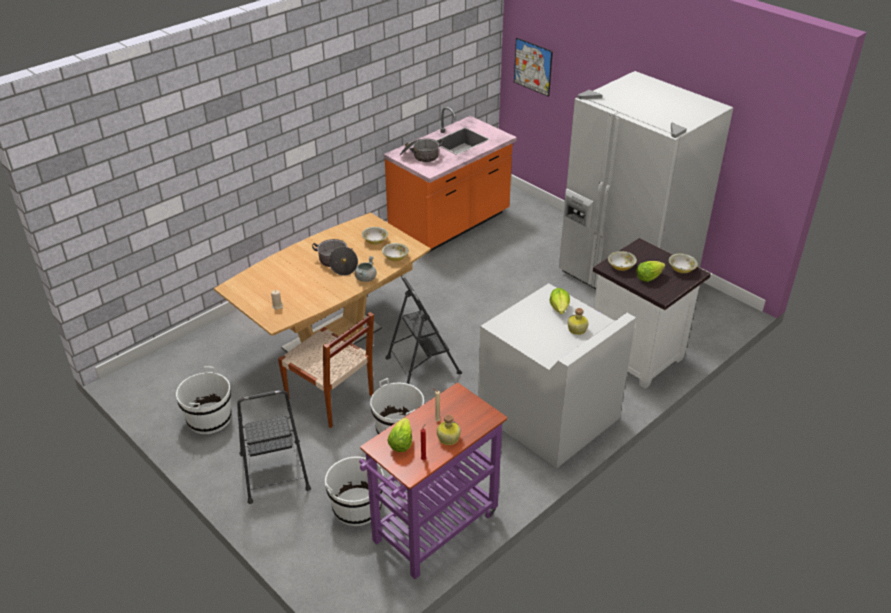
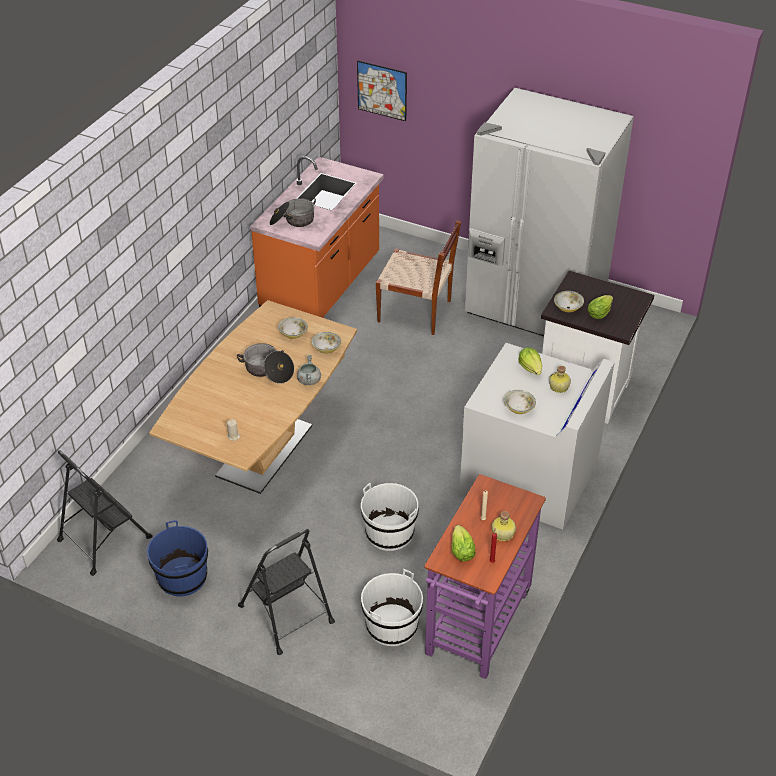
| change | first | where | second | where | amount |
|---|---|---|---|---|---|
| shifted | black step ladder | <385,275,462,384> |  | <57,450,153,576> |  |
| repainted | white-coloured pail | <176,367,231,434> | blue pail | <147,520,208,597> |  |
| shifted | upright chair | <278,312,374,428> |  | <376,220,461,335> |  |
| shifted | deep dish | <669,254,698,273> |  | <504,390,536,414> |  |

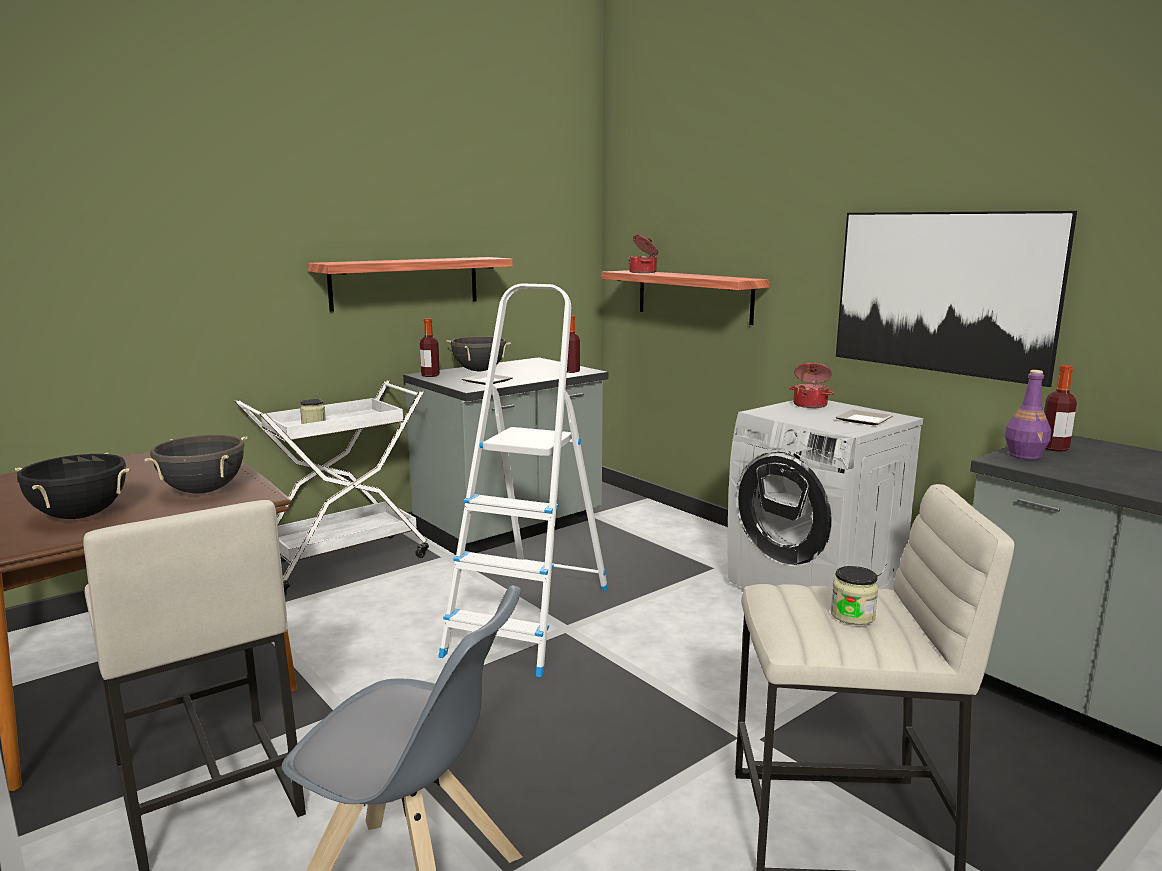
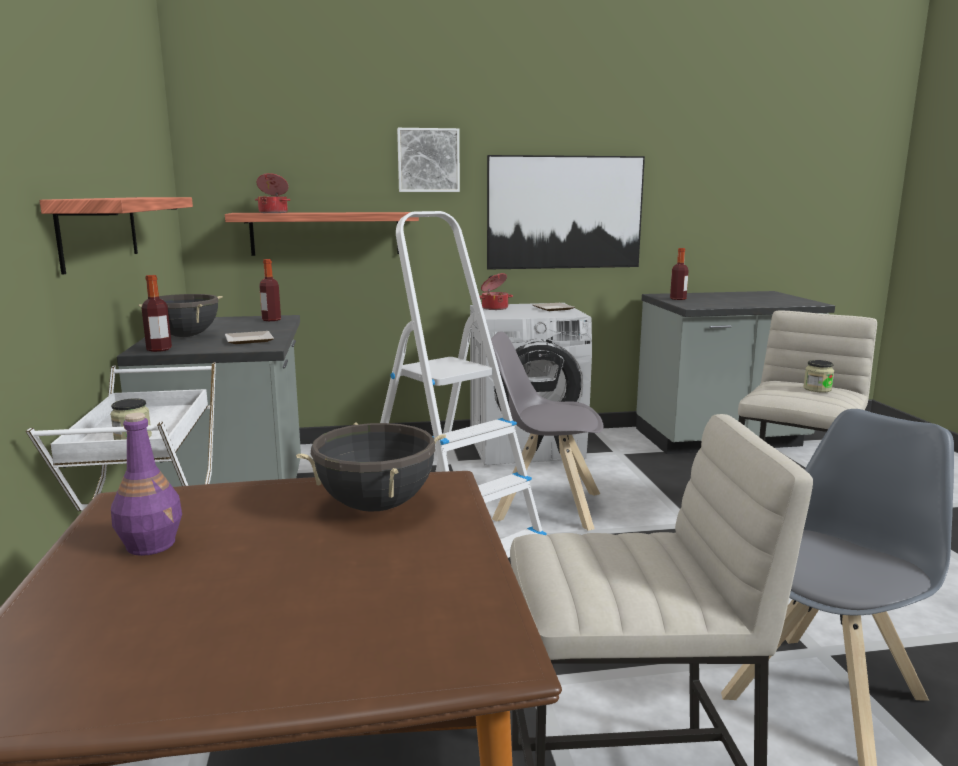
| change | first | where | second | where | amount |
|---|---|---|---|---|---|
| shifted | purplish beverage bottle | <1004,370,1051,460> |  | <111,413,182,556> |  |
| new |  |  | wall art | <397,128,460,192> |  |
| new |  |  | gray upright chair | <491,331,604,531> |  |
| gone | black cooking pot | <15,452,131,519> |  |  |  |

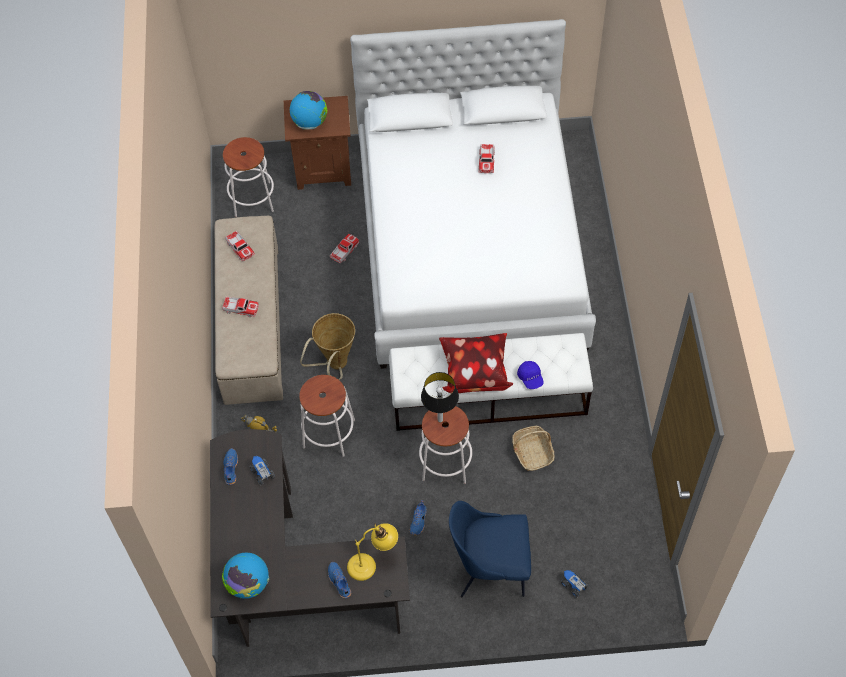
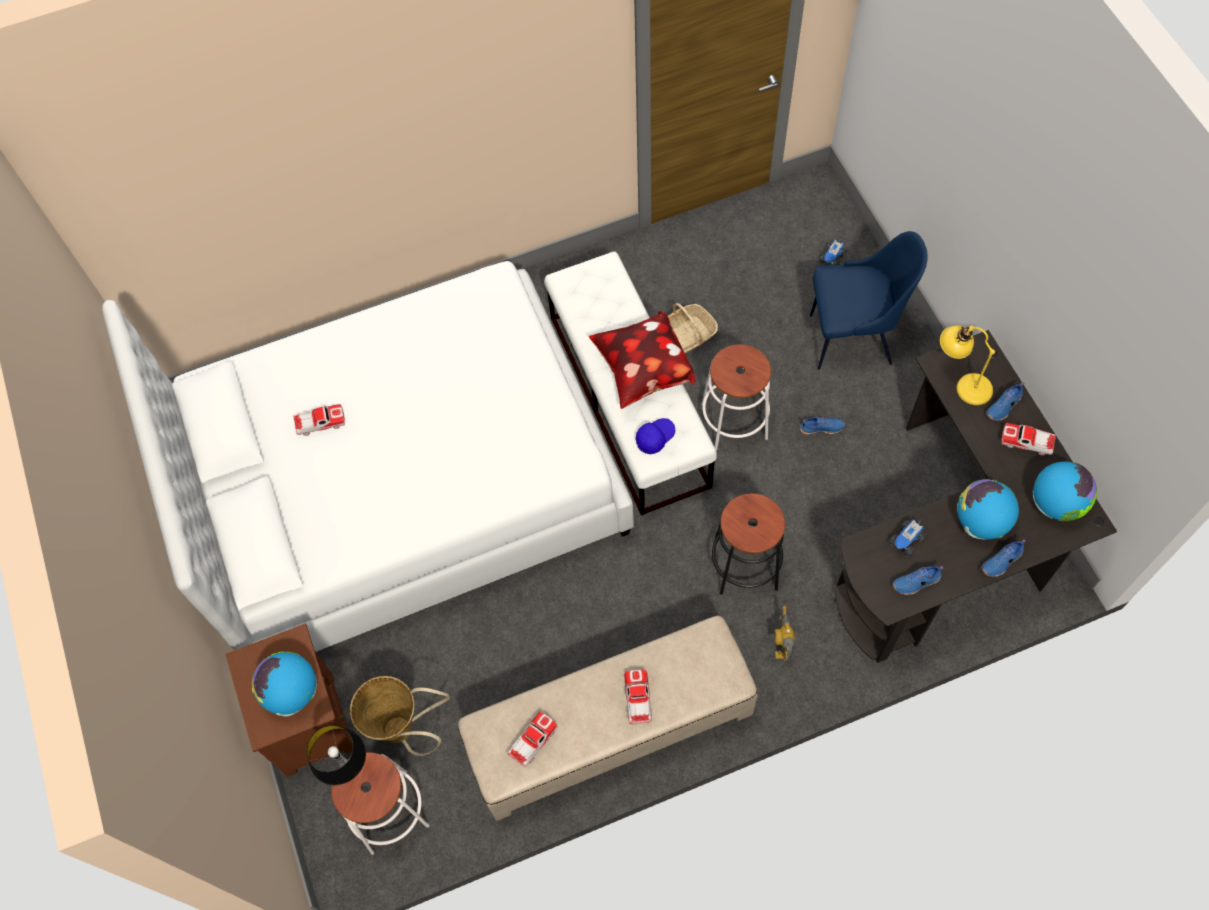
| change | first | where | second | where | amount |
|---|---|---|---|---|---|
| shifted | tabletop lamp | <421,372,459,423> |  | <306,725,366,785> |  |
| shifted | household basket | <300,313,355,380> |  | <350,676,450,756> |  |
| shifted | blue cap | <517,361,544,389> |  | <636,418,675,454> |  |
| repainted | white-coloured stool | <299,375,355,457> | black stool | <712,493,785,595> |  |
| rotated | blue upright chair | <449,501,531,598> |  | <810,231,927,370> | 75 degrees counterclockwise |
| new |  |  | desk globe | <957,479,1019,540> |  |
| new |  |  | blue item of footwear | <981,539,1026,577> |  |
| shifted | miniature car | <330,234,359,263> |  | <1002,423,1056,456> |  |

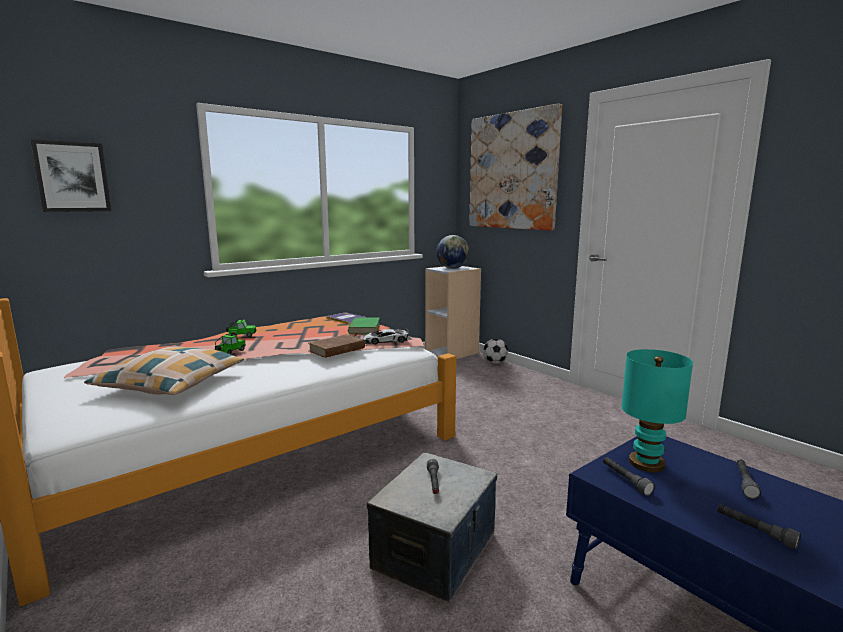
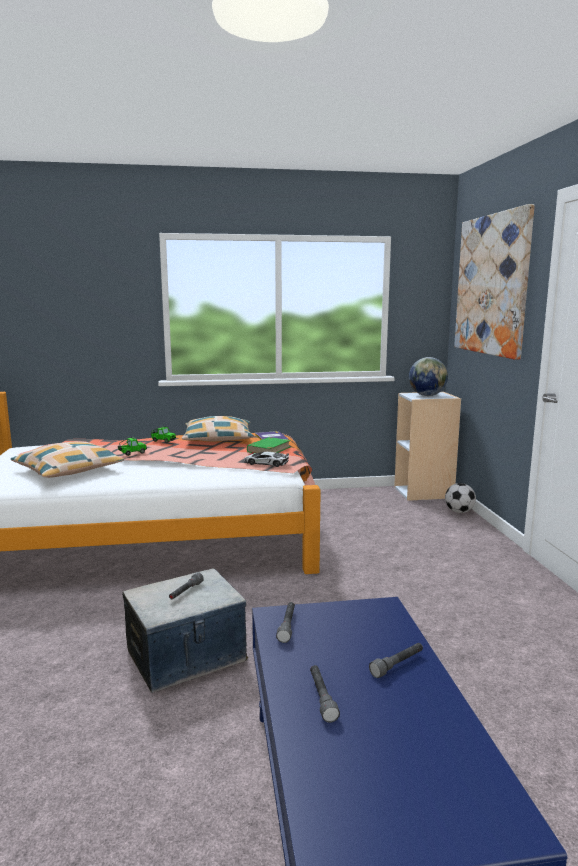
| change | first | where | second | where | amount |
|---|---|---|---|---|---|
| new |  |  | throw pillow | <182,416,254,441> |  |
| gone | wall art | <31,139,111,212> |  |  |  |
| gone | brown-coloured volume | <309,334,367,358> |  |  |  |
| gone | turquoise tabletop lamp | <621,349,693,472> |  |  |  |

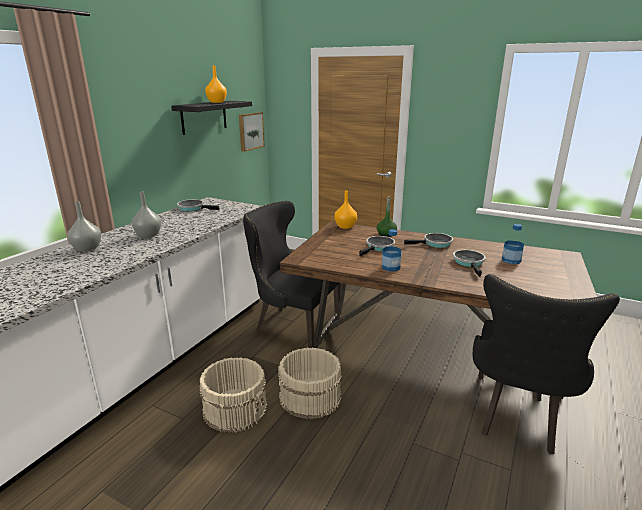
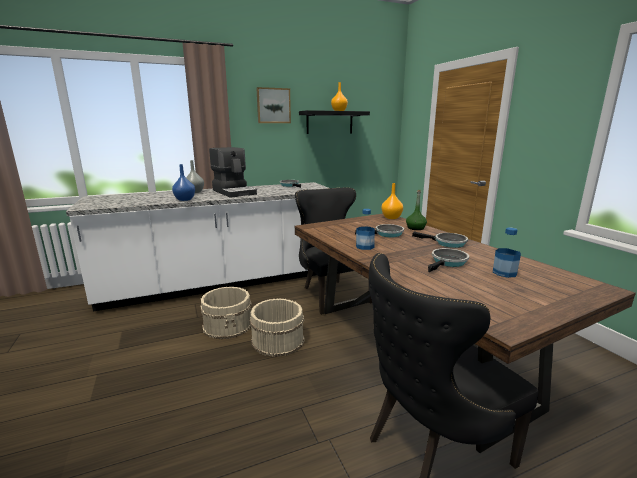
| change | first | where | second | where | amount |
|---|---|---|---|---|---|
| new |  |  | blue decorative vase | <172,164,195,201> |  |
| swapped | gray decorative vase | <132,191,161,238> | coffee brewer | <209,147,257,198> |  |
| shifted | wall art | <239,112,265,152> |  | <256,87,291,123> |  |

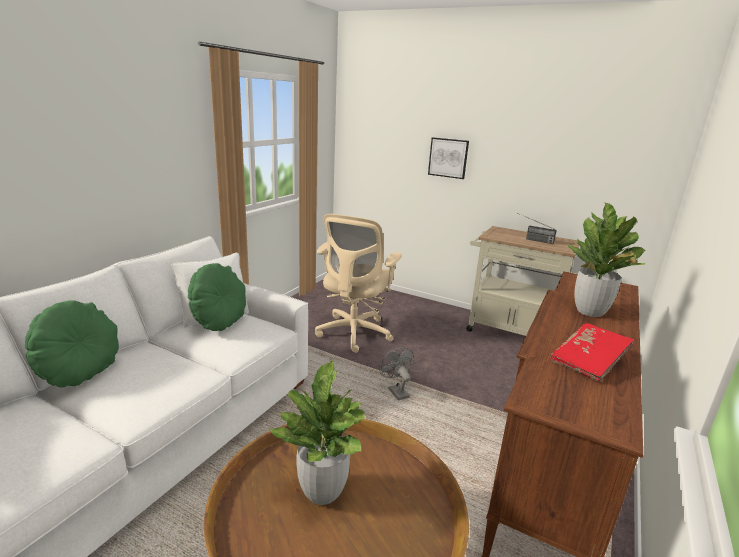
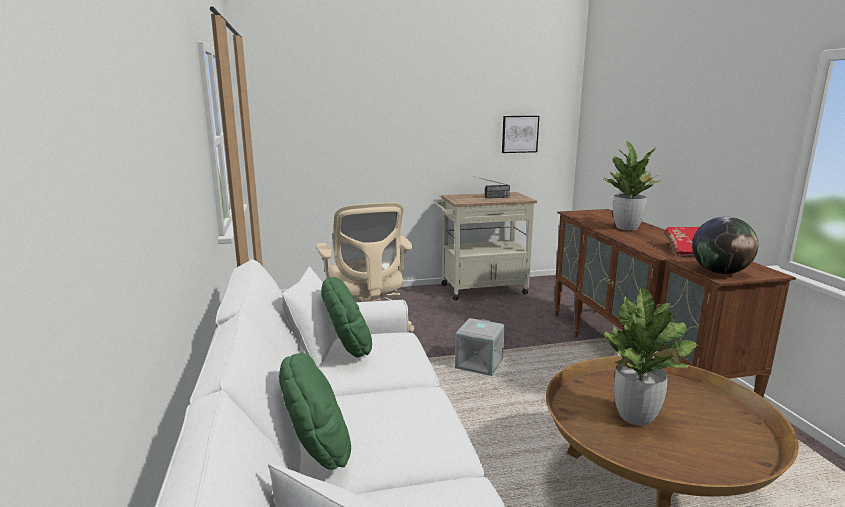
| change | first | where | second | where | amount |
|---|---|---|---|---|---|
| swapped | gray fan | <379,347,414,400> | gray storage bin | <455,318,505,376> |  |
| shifted | wall art | <428,137,469,179> |  | <502,116,539,153> |  |
| new |  |  | desk globe | <692,217,758,274> |  |

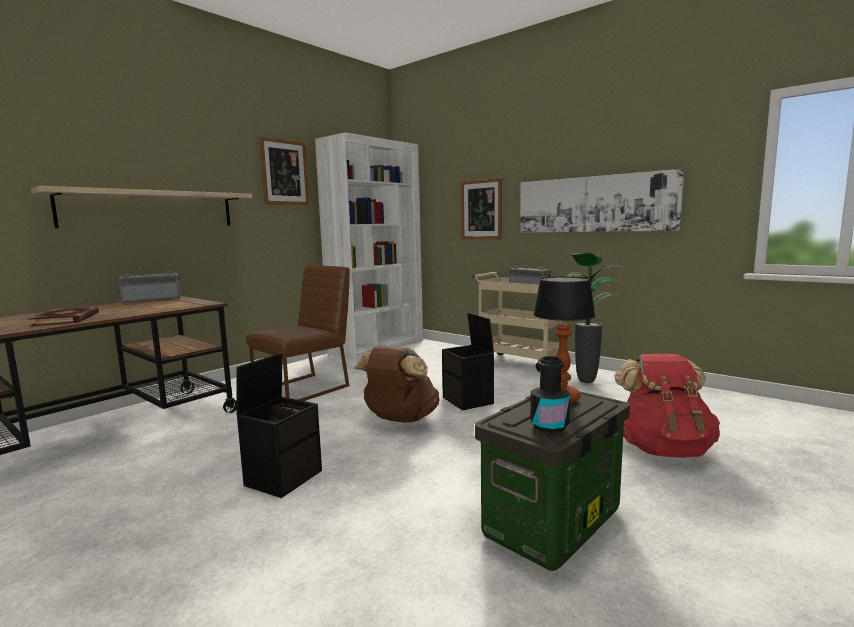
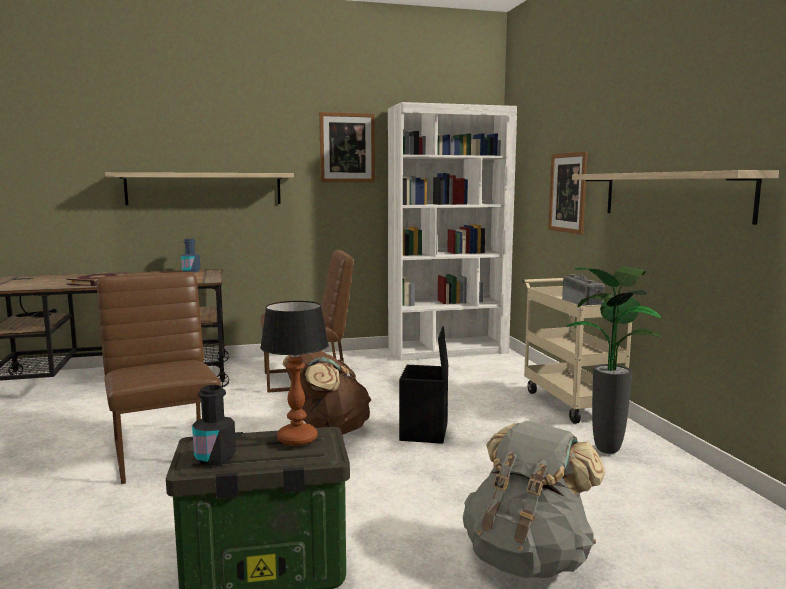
| change | first | where | second | where | amount |
|---|---|---|---|---|---|
| swapped | black storage bin | <236,352,322,498> | brown-coloured upright chair | <97,272,221,484> |  |
| swapped | radio set | <117,272,181,304> | blue beverage bottle | <181,239,200,272> |  |
| repainted | red rucksack | <615,354,720,458> | gray rucksack | <463,421,605,579> |  |
| swapped | wall art | <520,169,685,233> | bracket shelf | <572,170,779,225> |  |

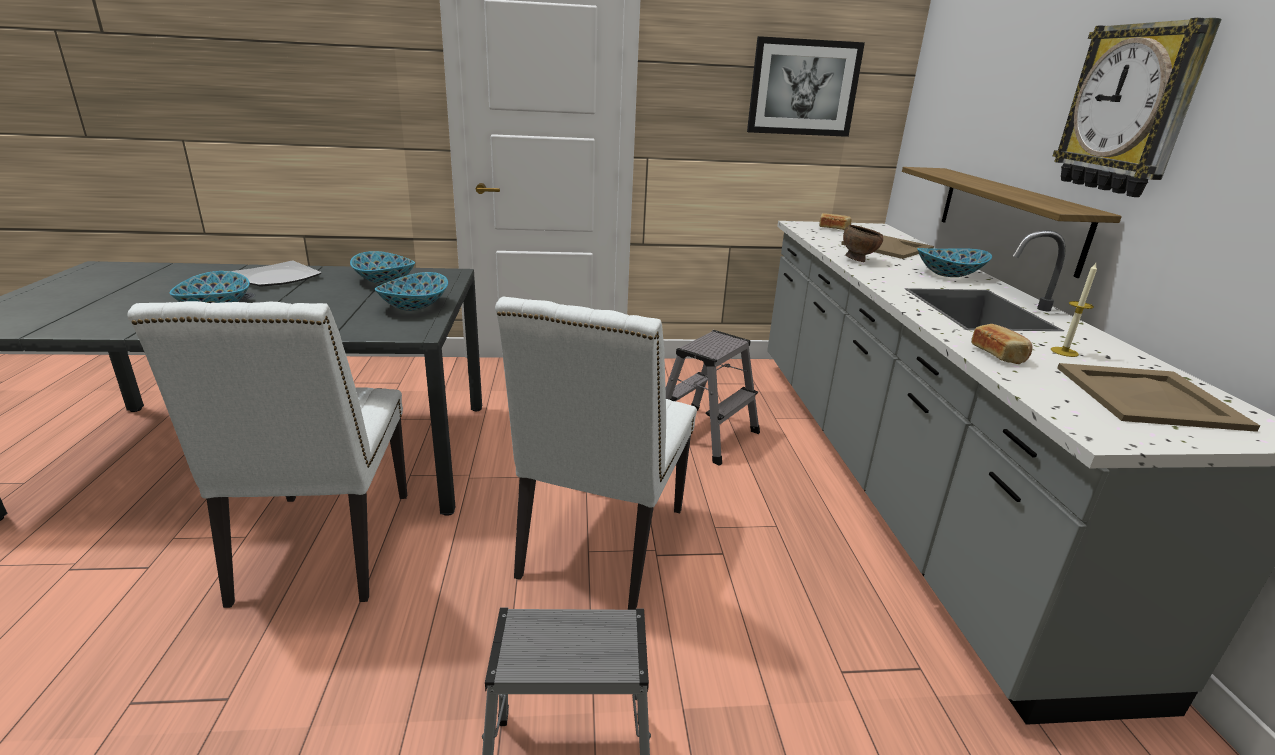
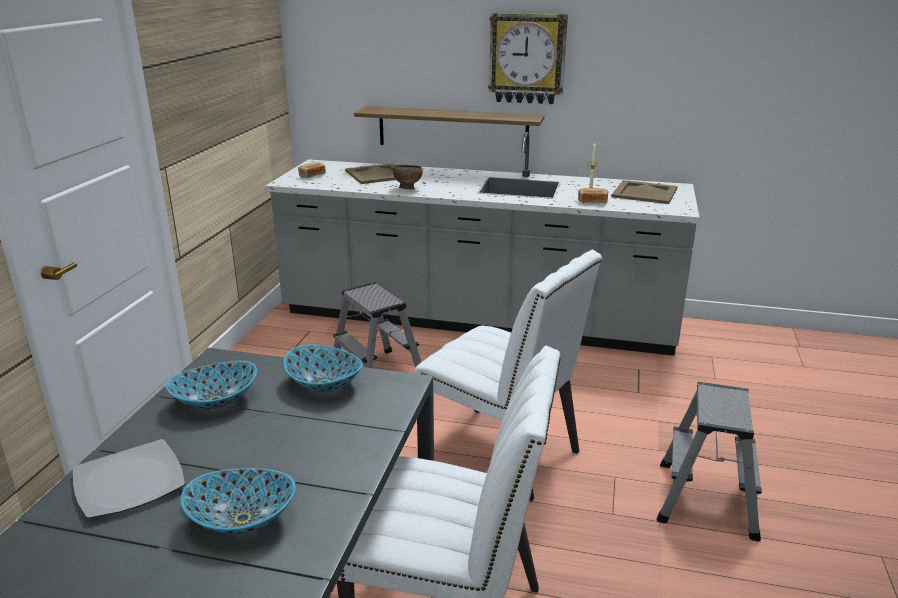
| change | first | where | second | where | amount |
|---|---|---|---|---|---|
| gone | wall art | <747,36,865,137> |  |  |  |
| gone | deep dish | <917,248,992,277> |  |  |  |

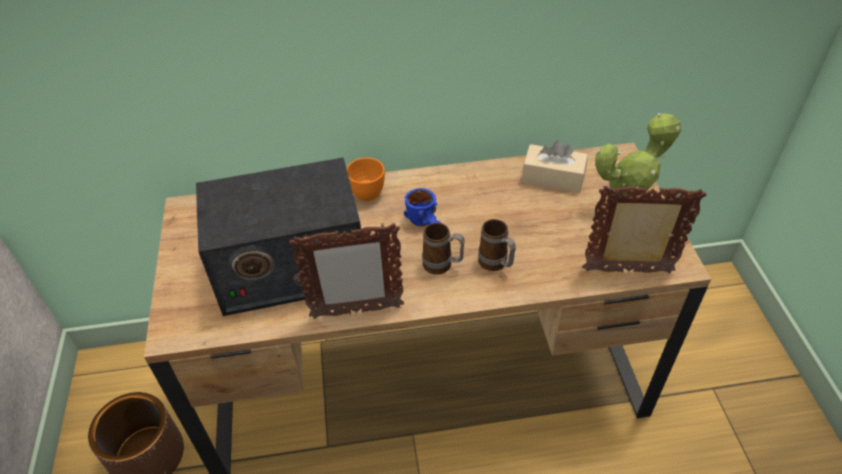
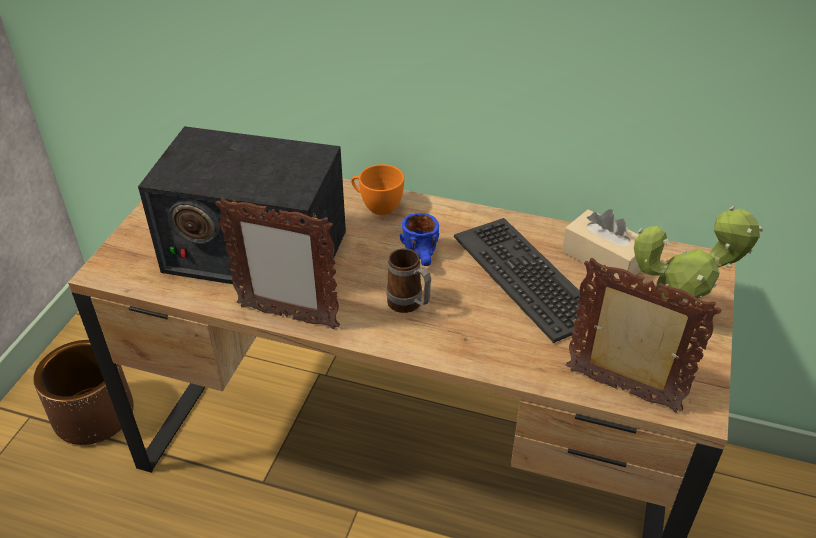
| change | first | where | second | where | amount |
|---|---|---|---|---|---|
| new |  |  | keyboard | <454,218,593,343> |  |
| gone | coffee mug | <478,219,516,271> |  |  |  |

